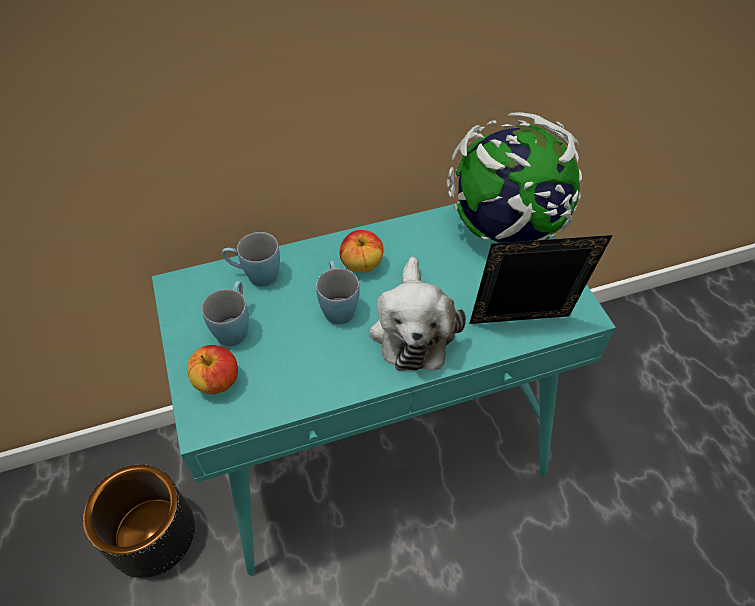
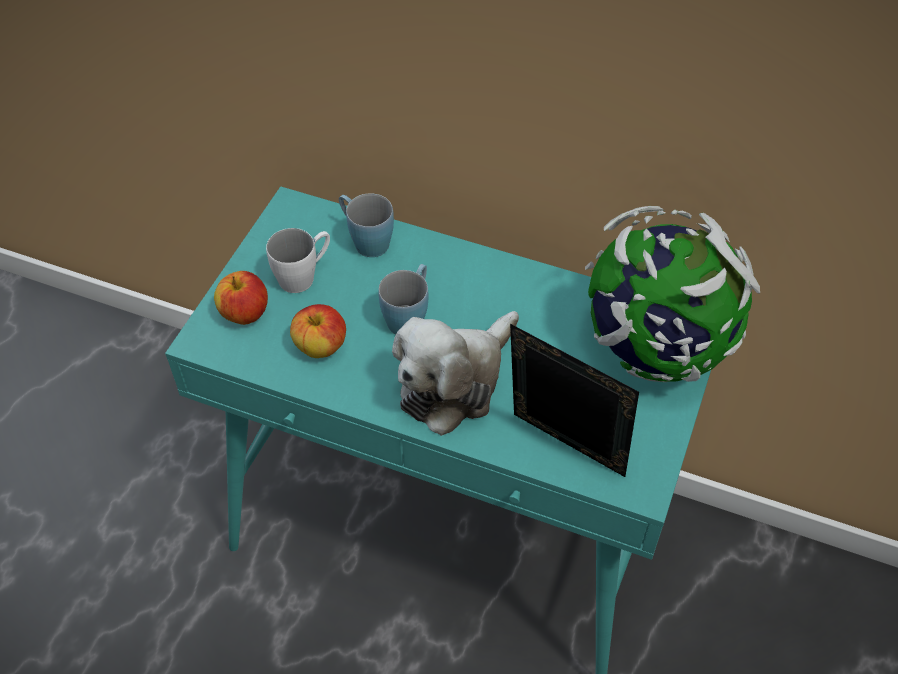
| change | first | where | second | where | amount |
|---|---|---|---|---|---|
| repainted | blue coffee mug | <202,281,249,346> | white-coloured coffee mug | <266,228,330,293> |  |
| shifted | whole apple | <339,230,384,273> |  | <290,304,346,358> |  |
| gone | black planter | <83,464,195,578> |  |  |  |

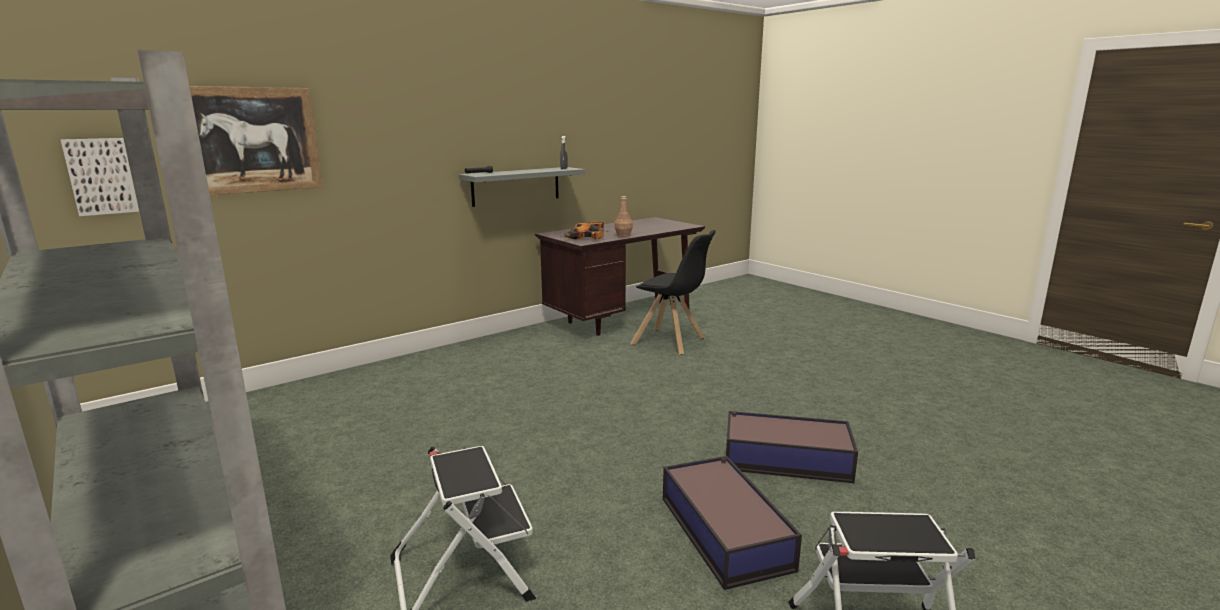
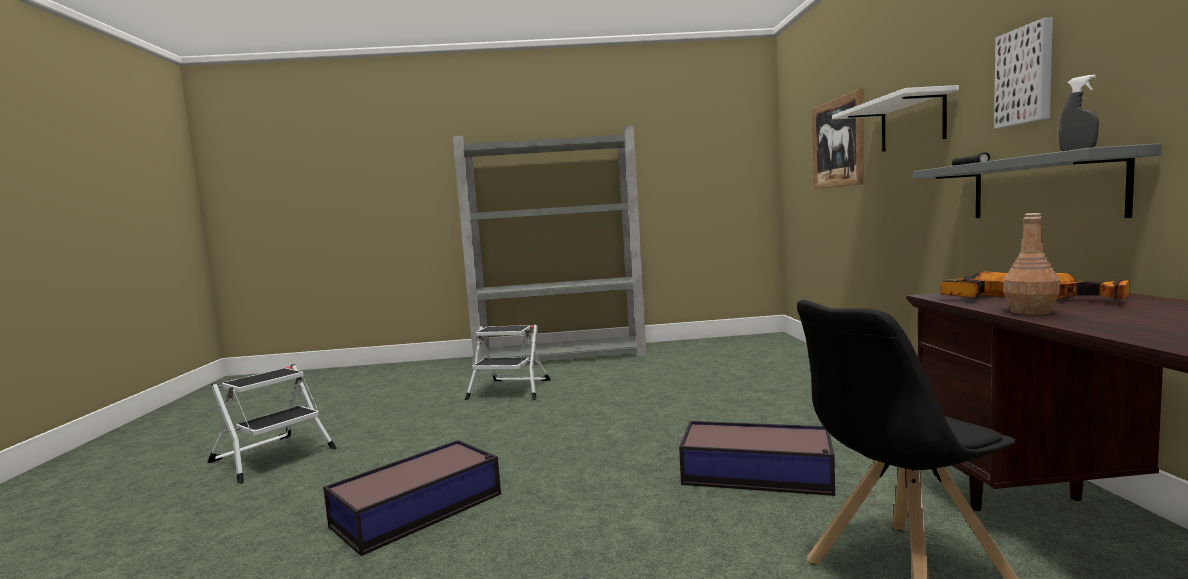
| change | first | where | second | where | amount |
|---|---|---|---|---|---|
| shifted | storage bin | <663,456,802,590> |  | <679,421,835,496> |  |
| new |  |  | white-coloured bracket shelf | <832,85,959,152> |  |
| shifted | wall art | <61,138,139,216> |  | <994,17,1053,129> |  |

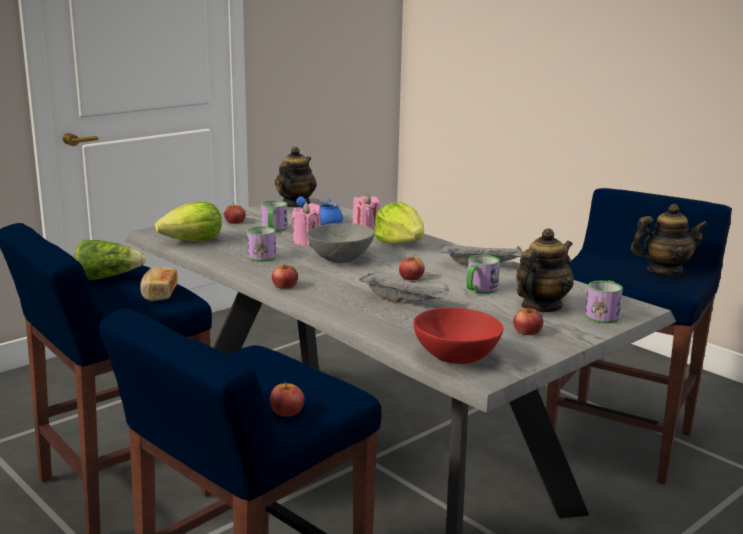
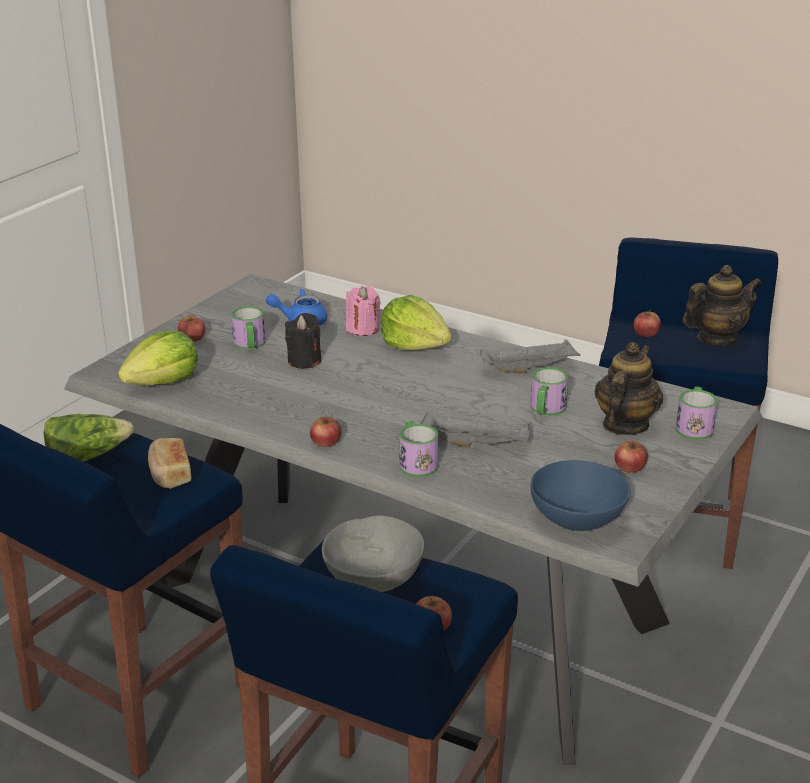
| change | first | where | second | where | amount |
|---|---|---|---|---|---|
| repainted | pinkish wax light | <291,203,321,246> | black wax light | <285,313,322,368> |  |
| shifted | gray deep dish | <307,223,375,263> |  | <322,515,425,592> |  |
| shifted | coffee mug | <247,226,276,262> |  | <399,421,438,477> |  |
| repainted | red deep dish | <414,308,504,364> | blue deep dish | <531,460,630,531> |  |
| shifted | whole apple | <399,255,425,280> |  | <634,310,661,337> |  |
| gone | teapot | <275,147,317,207> |  |  |  |

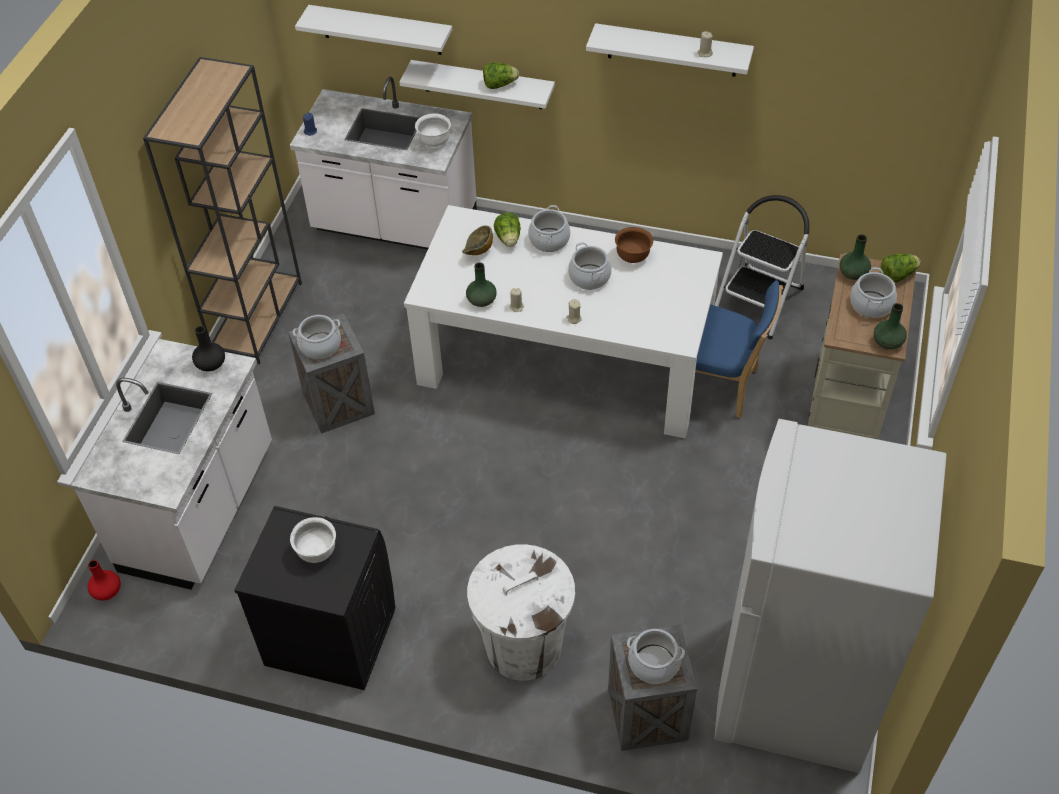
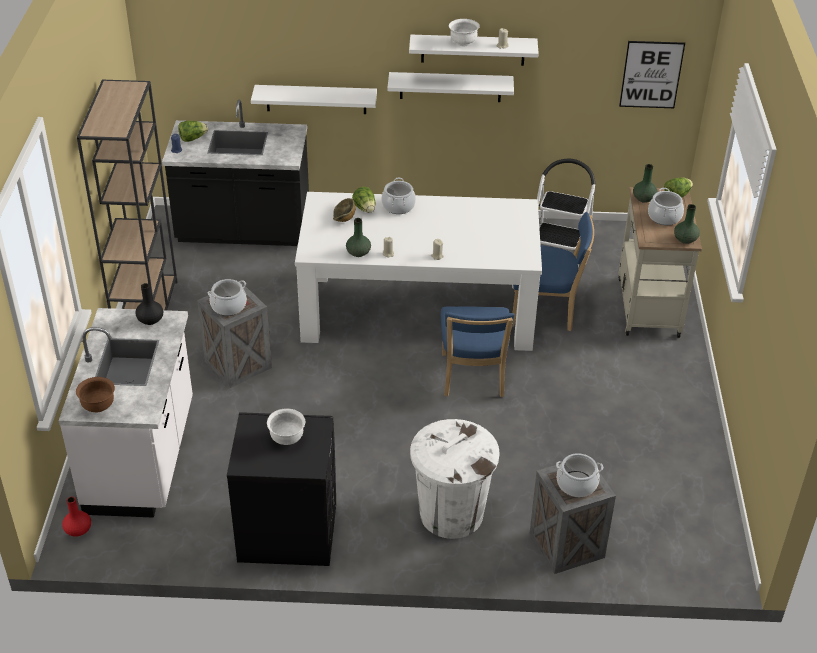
| change | first | where | second | where | amount |
|---|---|---|---|---|---|
| shifted | brown-coloured deep dish | <615,227,653,263> |  | <76,377,115,413> |  |
| repainted | white-coloured counter | <290,77,477,249> | black counter | <162,99,309,246> |  |
| shifted | lettuce | <483,63,519,89> |  | <178,121,208,142> |  |
| shifted | white-coloured bracket shelf | <295,5,452,55> |  | <388,72,514,102> |  |
| new |  |  | blue upright chair | <441,307,515,397> |  |
| shifted | white-coloured deep dish | <415,113,451,147> |  | <449,19,480,46> |  |
| new |  |  | wall art | <619,41,685,108> |  |
| gone | cooking pot | <568,242,611,290> |  |  |  |
| gone | white-coloured refrigerator | <714,419,947,773> |  |  |  |

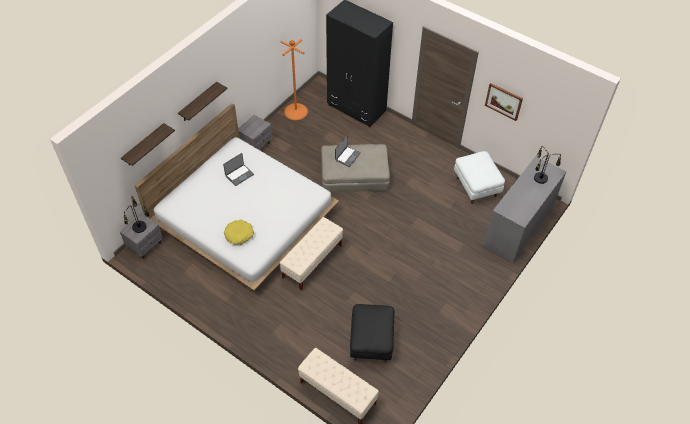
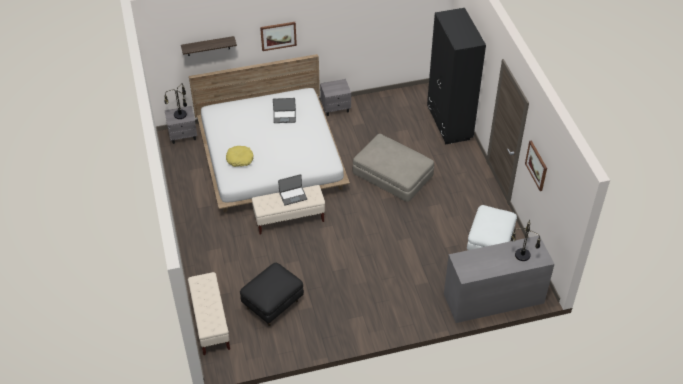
| change | first | where | second | where | amount |
|---|---|---|---|---|---|
| swapped | bracket shelf | <178,82,227,121> | wall art | <260,22,297,51> |  |
| shifted | portable computer | <335,135,361,167> |  | <278,174,307,205> |  |
| gone | orangey clothes rack | <281,39,308,120> |  |  |  |

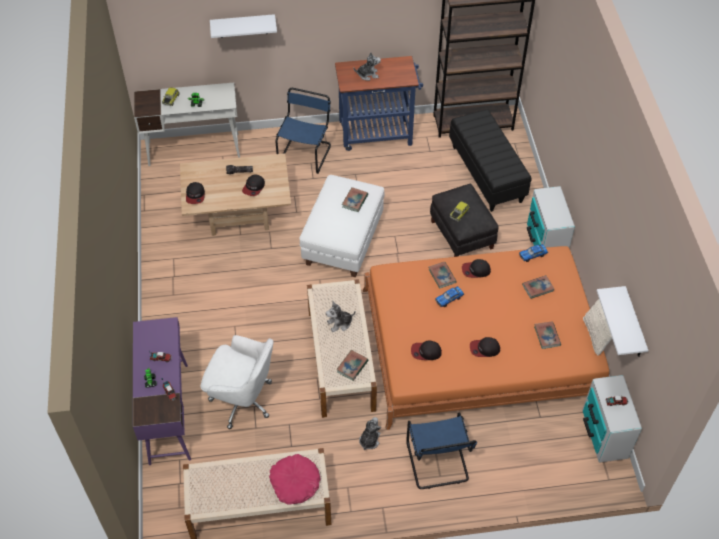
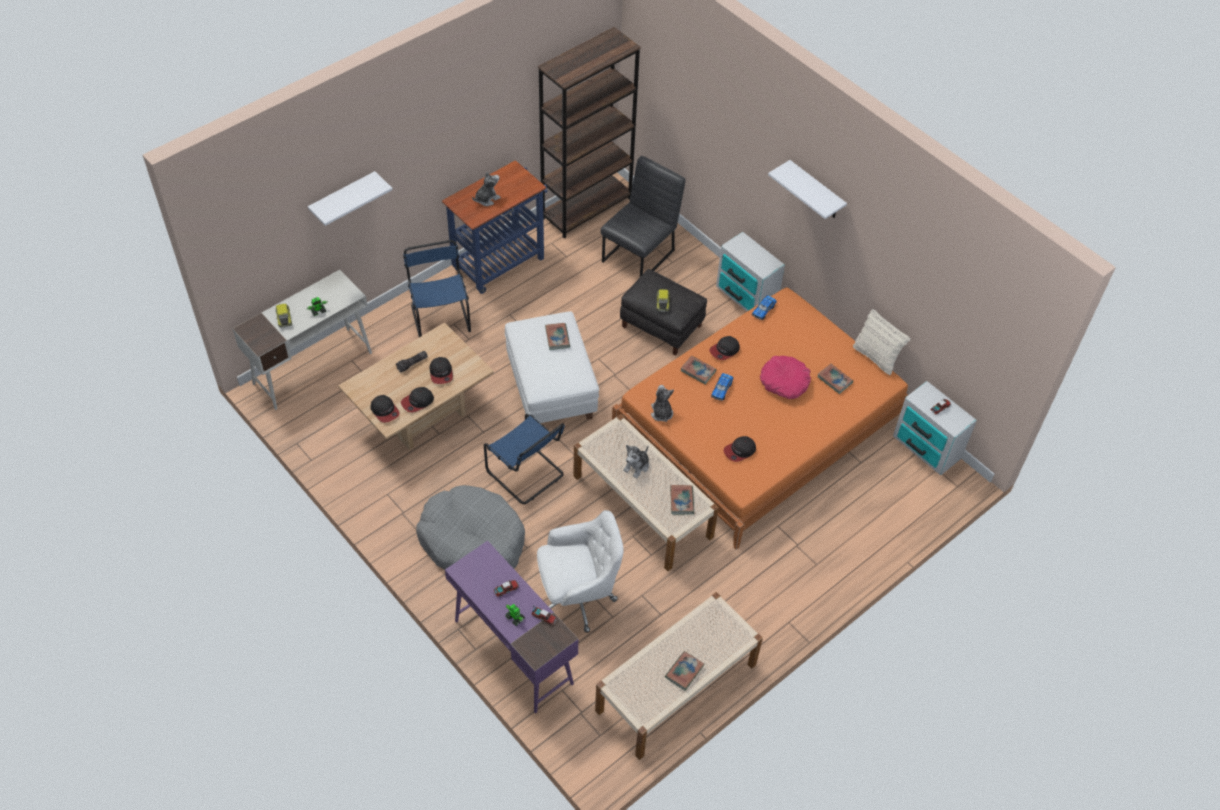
| change | first | where | second | where | amount |
|---|---|---|---|---|---|
| shifted | cap | <470,337,500,357> |  | <401,387,434,413> |  |
| new |  |  | gray dog bed | <416,485,525,570> |  |
| shifted | blue upright chair | <406,413,477,489> |  | <484,414,565,504> |  |
| swapped | black pouffe | <449,109,531,212> | gray upright chair | <601,156,686,277> |  |
| shifted | soft toy | <359,417,381,450> |  | <651,385,674,422> |  |
| shifted | volume | <522,275,554,299> |  | <665,651,704,691> |  |
| shifted | pinkish throw pillow | <269,454,321,505> |  | <760,356,811,399> |  |
| shifted | white-coloured bracket shelf | <597,286,648,357> |  | <768,160,847,219> |  |

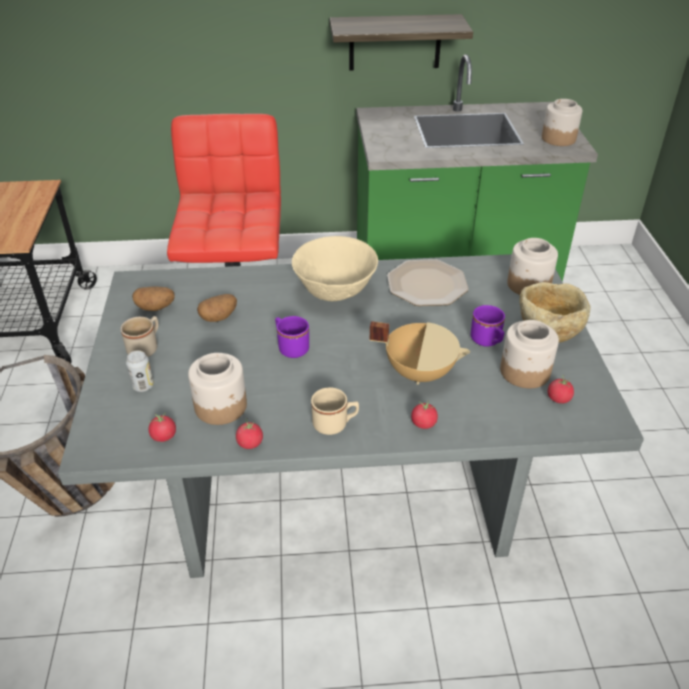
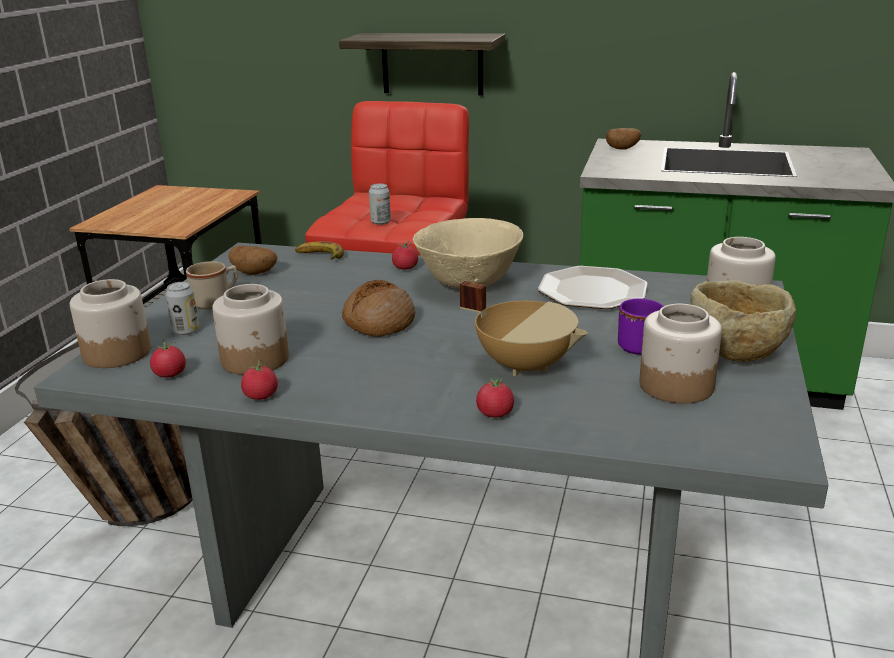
| change | first | where | second | where | amount |
|---|---|---|---|---|---|
| shifted | jar | <542,99,582,146> |  | <70,279,151,368> |  |
| new |  |  | banana | <295,241,344,260> |  |
| shifted | bracket shelf | <330,14,473,71> |  | <339,33,505,95> |  |
| swapped | purplish coffee mug | <275,316,309,358> | baked bread | <342,280,415,337> |  |
| new |  |  | metal can | <369,184,391,225> |  |
| shifted | tomato | <548,375,574,404> |  | <392,241,418,270> |  |
| shifted | whole potato | <197,294,237,322> |  | <606,128,641,150> |  |
| gone | beige-coloured coffee mug | <311,387,359,435> |  |  |  |

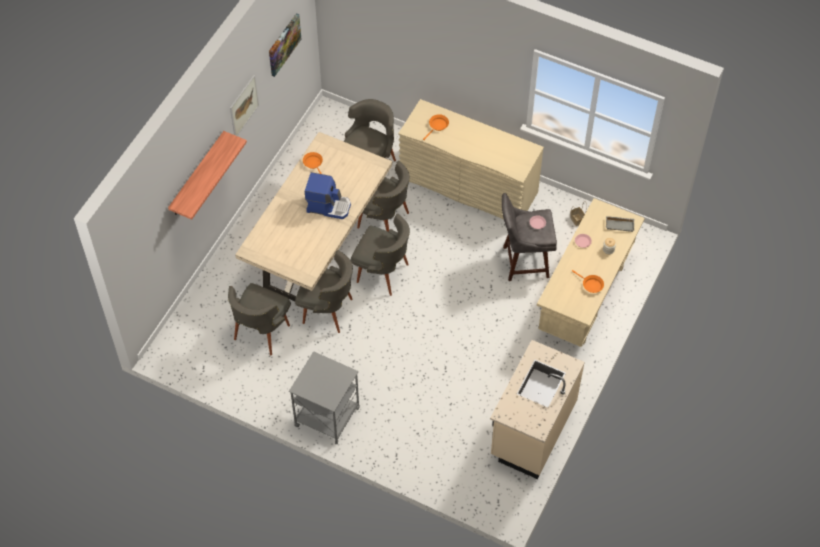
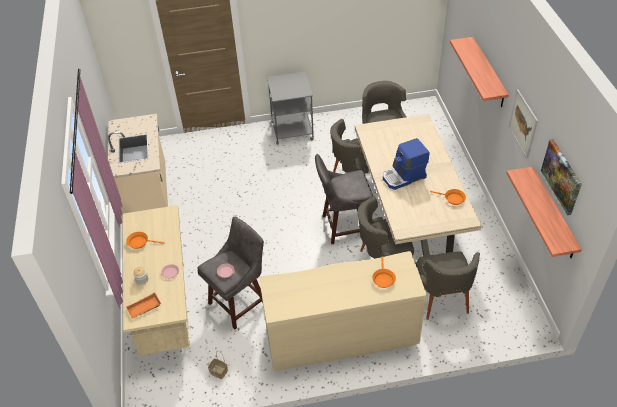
| change | first | where | second | where | amount |
|---|---|---|---|---|---|
| repainted | gray tray | <606,216,634,232> | orangey tray | <126,292,161,319> |  |
| swapped | gray upright chair | <351,213,410,296> | gray stool | <315,154,373,244> |  |
| new |  |  | bracket shelf | <506,167,582,258> |  |

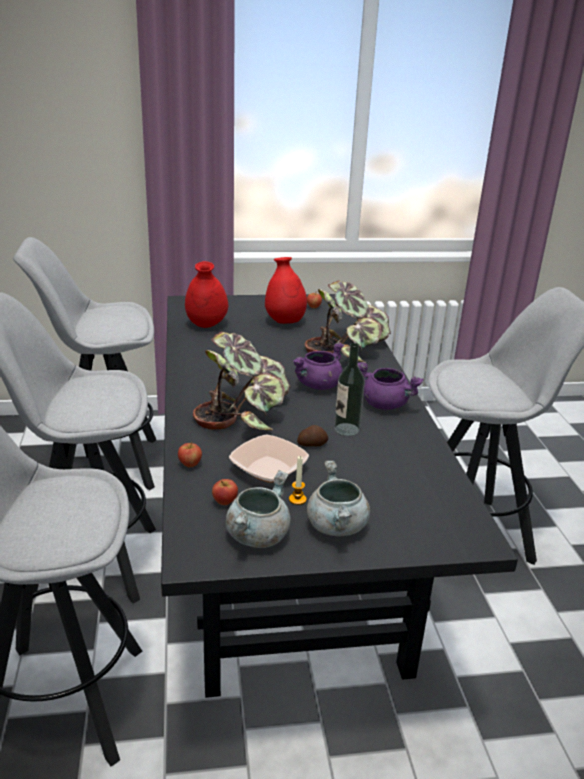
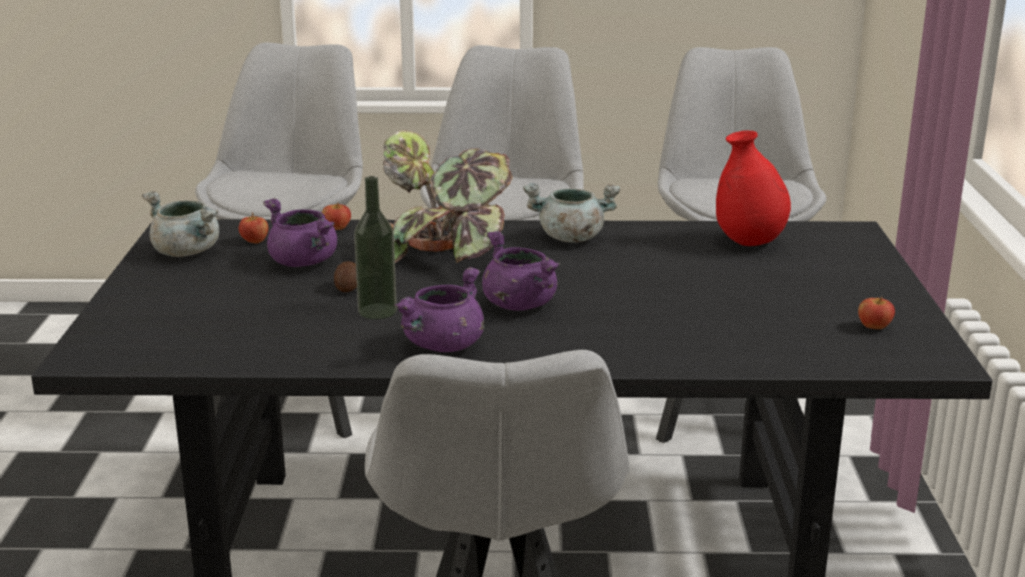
| change | first | where | second | where | amount |
|---|---|---|---|---|---|
| swapped | deep dish | <229,435,309,483> | purplish cooking pot | <263,198,337,267> |  |
| shifted | gray cooking pot | <307,461,370,536> |  | <523,183,620,242> |  |
| gone | red decorative vase | <265,257,307,324> |  |  |  |
| gone | wax light | <289,456,307,505> |  |  |  |
| gone | houseplant | <304,280,391,363> |  |  |  |

